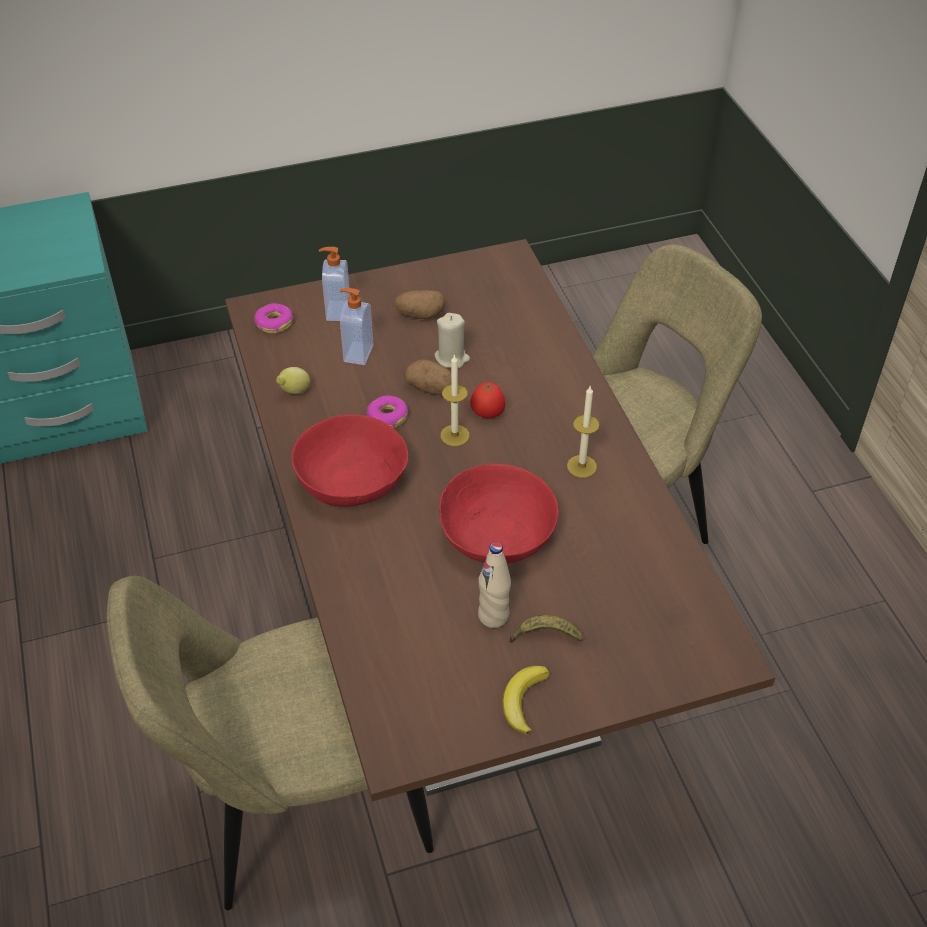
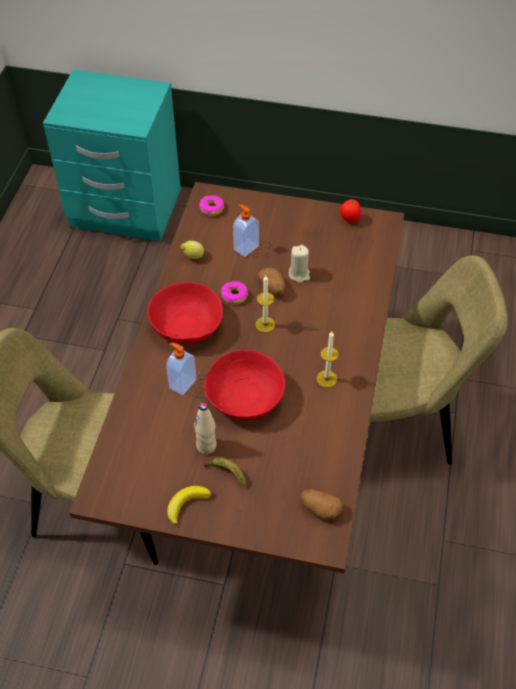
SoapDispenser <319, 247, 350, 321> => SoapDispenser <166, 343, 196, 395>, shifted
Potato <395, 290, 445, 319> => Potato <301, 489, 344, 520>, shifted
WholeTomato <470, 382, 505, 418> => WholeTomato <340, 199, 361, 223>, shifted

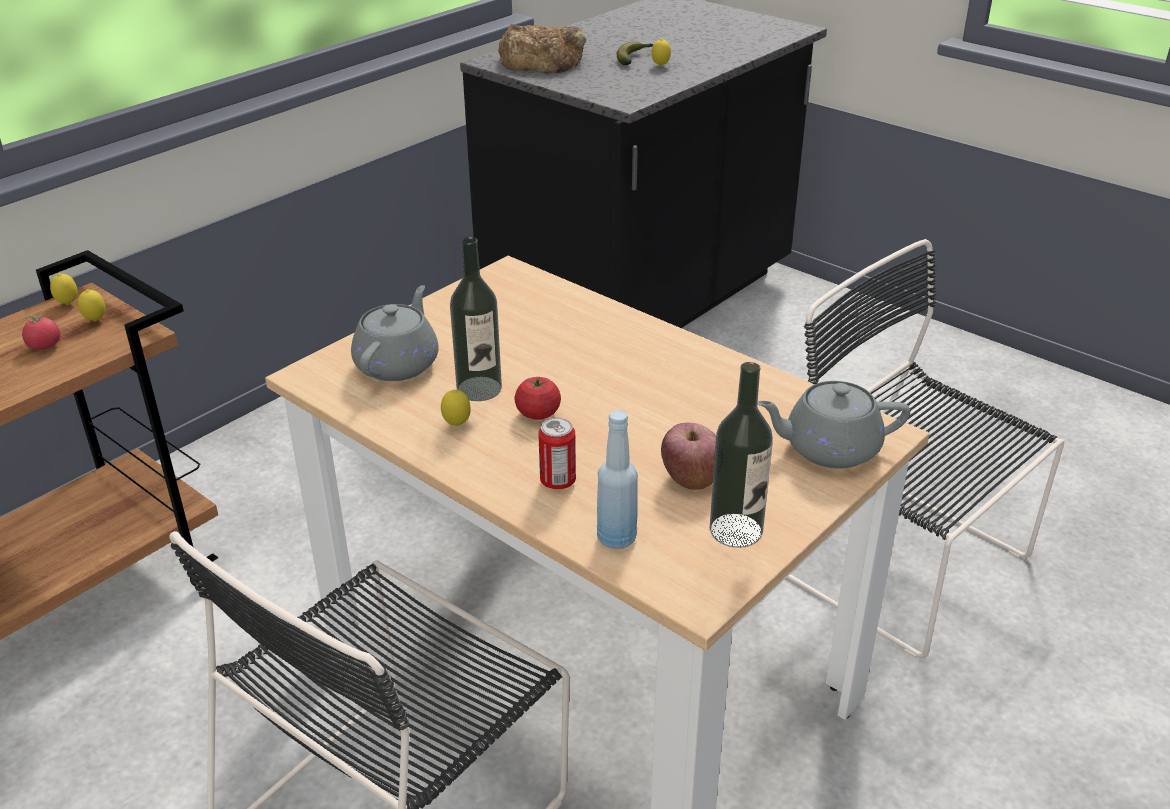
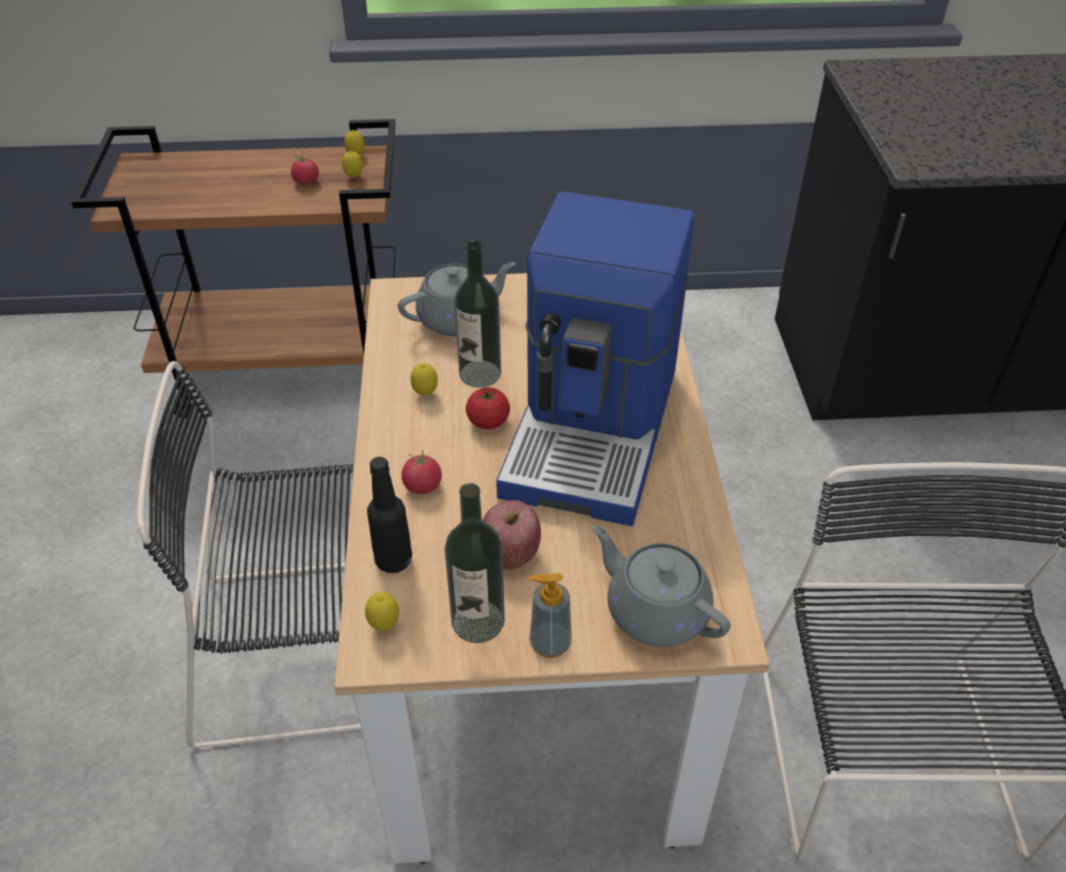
BakeryBread <498, 24, 586, 73> => nothing
Can <538, 418, 576, 489> => WholeTomato <401, 450, 442, 494>
BlueColouredBottle <597, 410, 638, 549> => BlackColouredBottle <367, 457, 412, 573>
WholeBanana <616, 42, 653, 65> => nothing
CitrusFruit <652, 39, 671, 66> => CitrusFruit <365, 592, 399, 631>, shifted
nothing => CoffeeBrewer <496, 191, 695, 526>
nothing => SoapDispenser <529, 573, 572, 658>

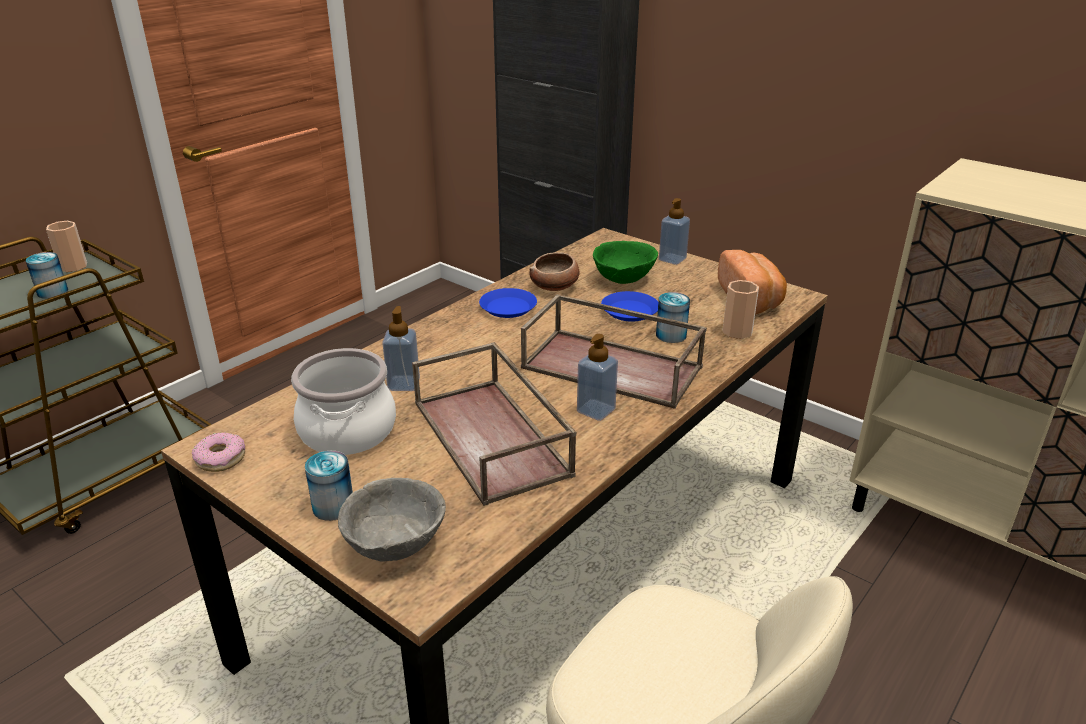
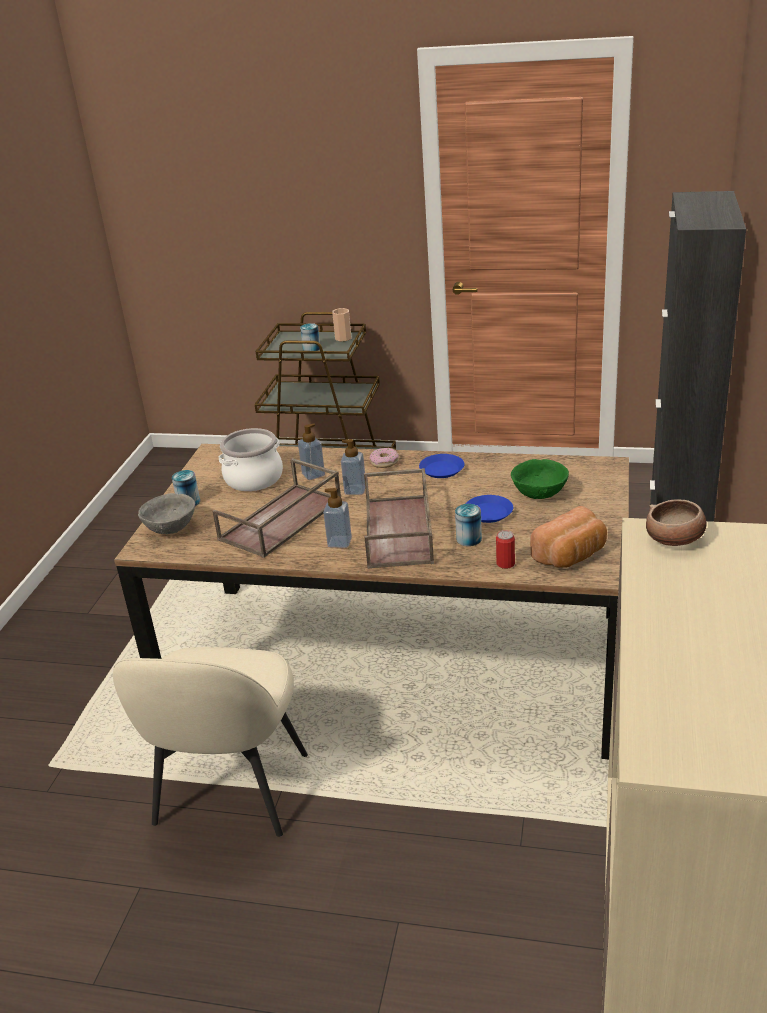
Donut <192, 432, 245, 472> => Donut <369, 448, 399, 468>, shifted
DeepDish <529, 252, 580, 291> => DeepDish <646, 499, 707, 546>, shifted
SoapDispenser <659, 198, 690, 265> => SoapDispenser <341, 439, 365, 495>, shifted
SmallCup <722, 280, 759, 339> => Can <496, 530, 515, 569>

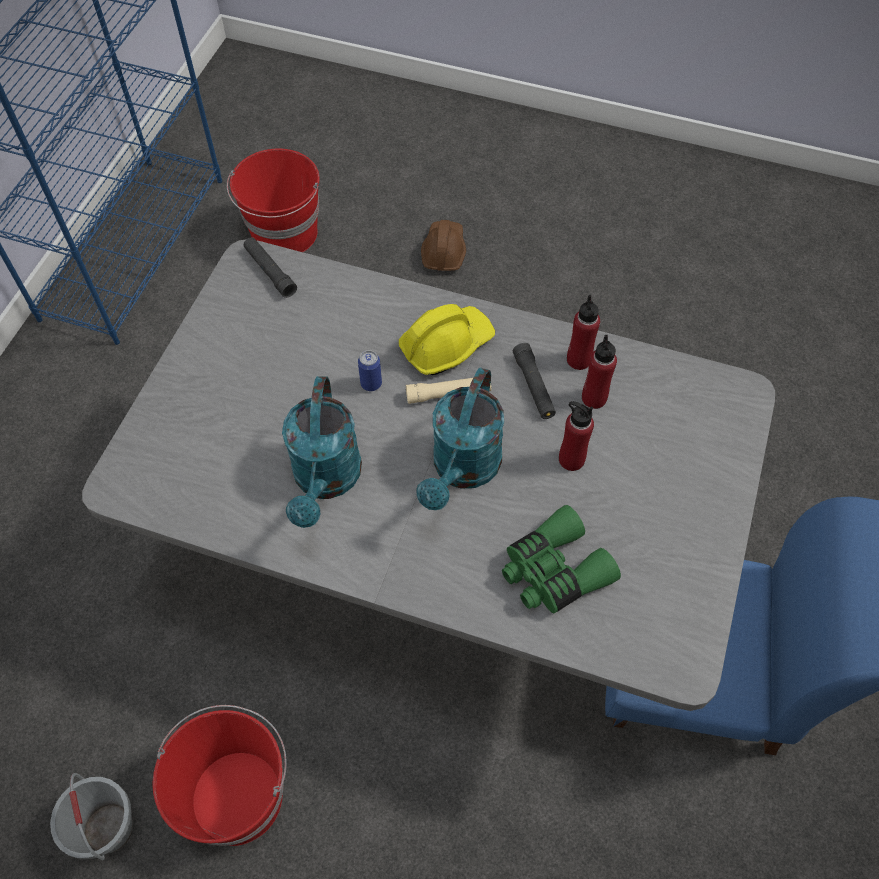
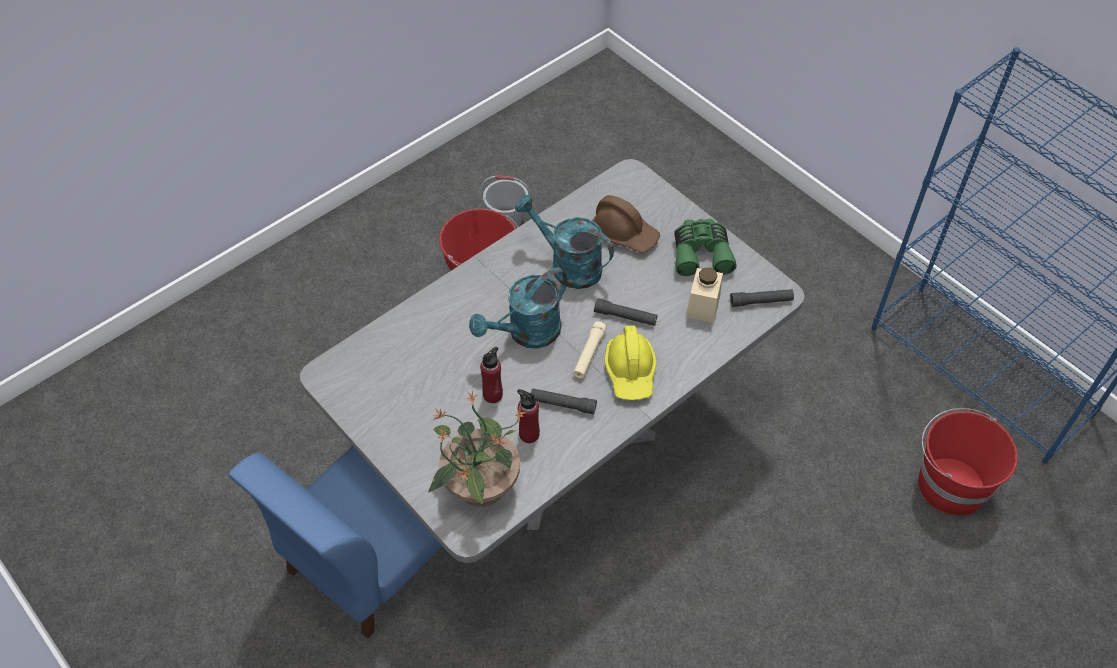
Can <358, 350, 382, 391> => BlackColouredFlashlight <594, 298, 657, 326>
BlueGreenWateringPot <416, 367, 504, 510> => BlueGreenWateringPot <469, 267, 568, 349>, 90 degrees counterclockwise
BrownishWorkHelmet <421, 220, 466, 271> => BrownishWorkHelmet <592, 195, 660, 253>, shifted
GreenBinoculars <502, 505, 621, 614> => GreenBinoculars <674, 219, 737, 276>, shifted
RedBottle <567, 295, 600, 370> => nothing
nothing => PlantInAPot <428, 391, 526, 507>
nothing => SandColouredStorageJar <686, 267, 723, 323>

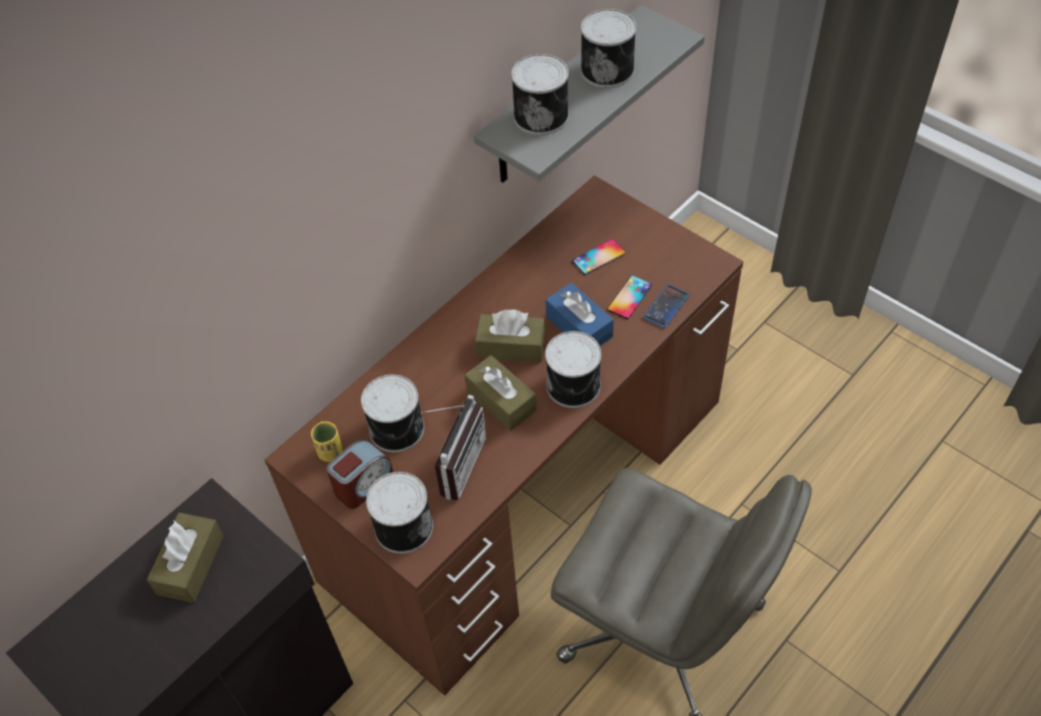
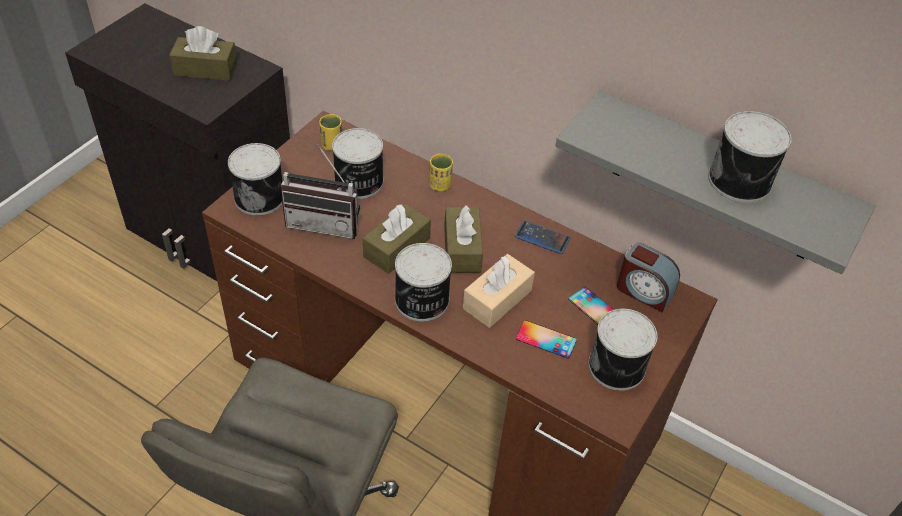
BedsideClock <326, 440, 393, 509> => BedsideClock <617, 242, 680, 312>, shifted
Can <511, 54, 569, 135> => Can <588, 309, 658, 391>, shifted
BlueColouredTissueHolder <546, 283, 614, 346> => SandColouredTissueHolder <463, 254, 535, 328>
Handset <643, 284, 690, 328> => Handset <515, 220, 571, 254>, shifted
nothing => YellowishSmallCup <429, 154, 453, 191>

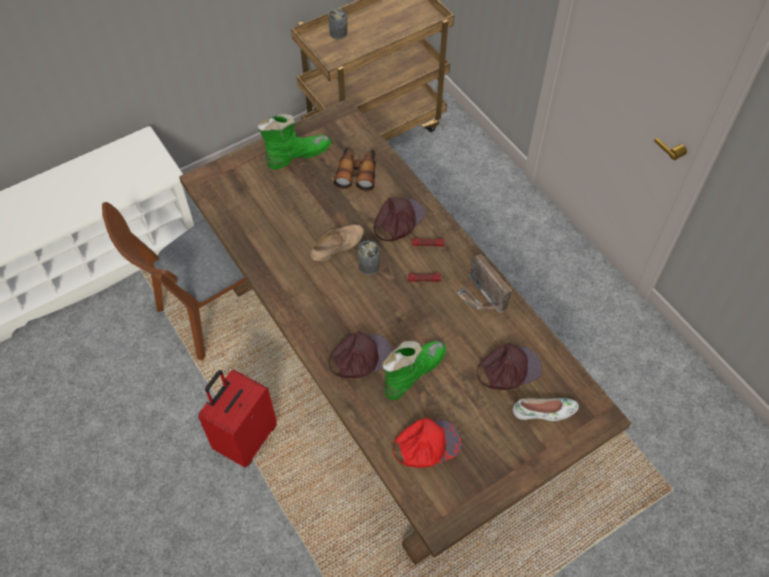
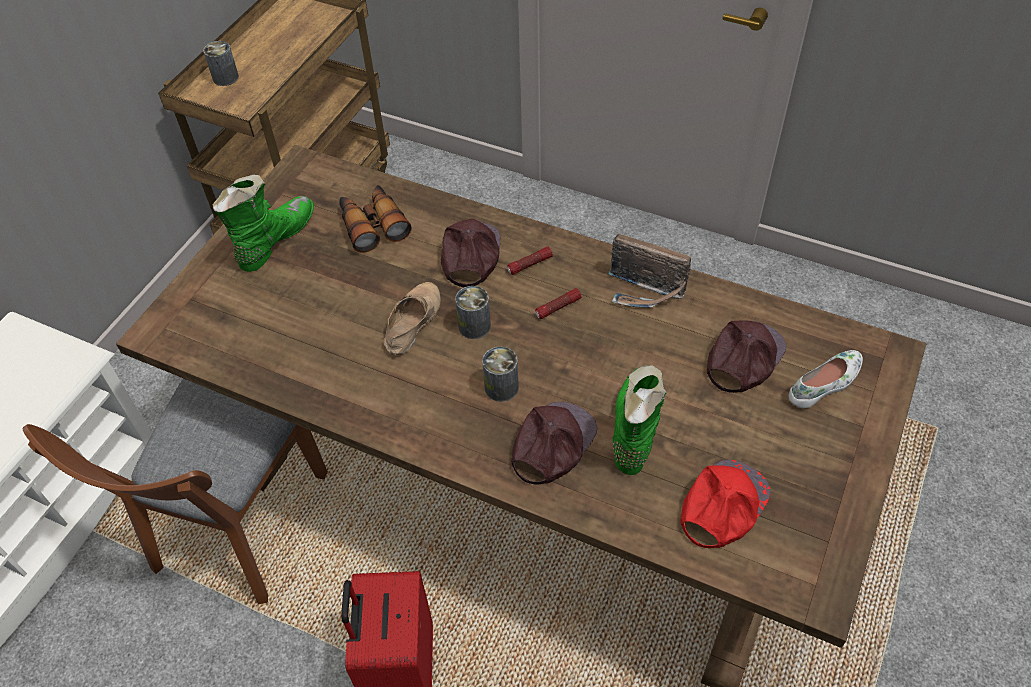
nothing => Can <482, 347, 519, 402>

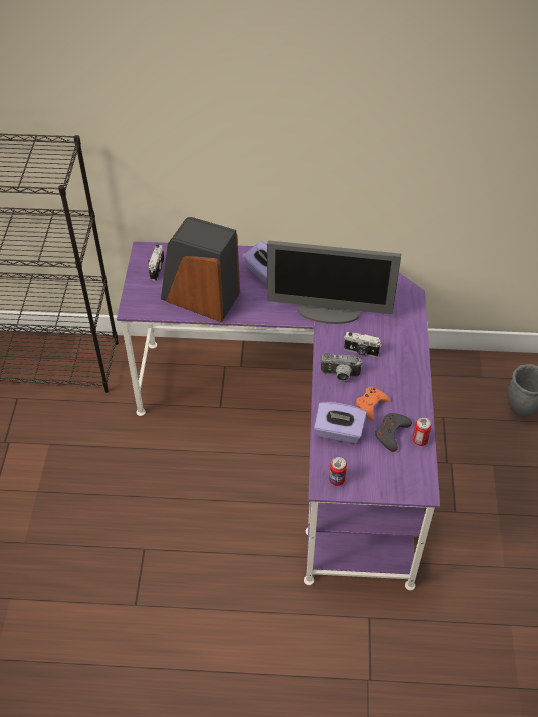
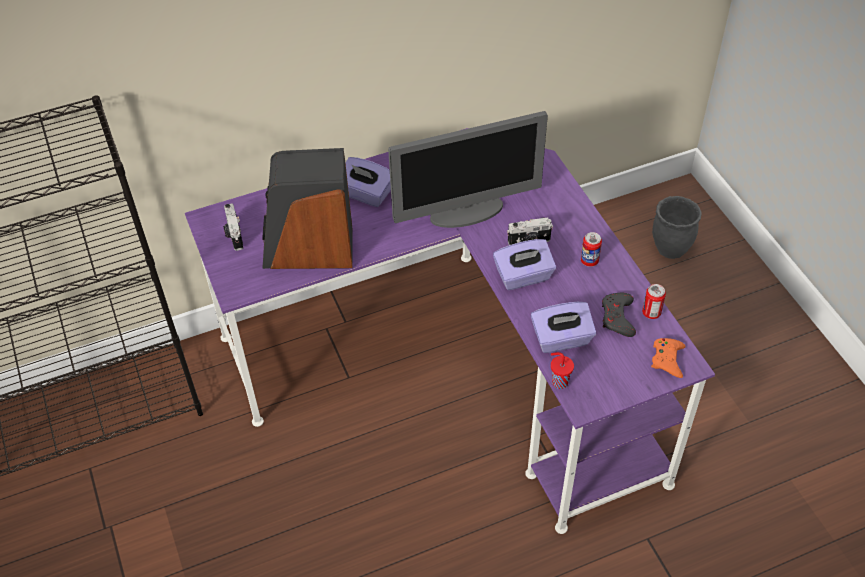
PhotoCamera <321, 353, 362, 381> => PurpleColouredTissueHolder <493, 239, 556, 290>
Can <329, 457, 347, 486> => Can <581, 232, 602, 267>, shifted
OrangeyGameController <356, 387, 391, 420> => OrangeyGameController <651, 338, 686, 378>, shifted
nothing => RedSmallCup <551, 352, 574, 389>

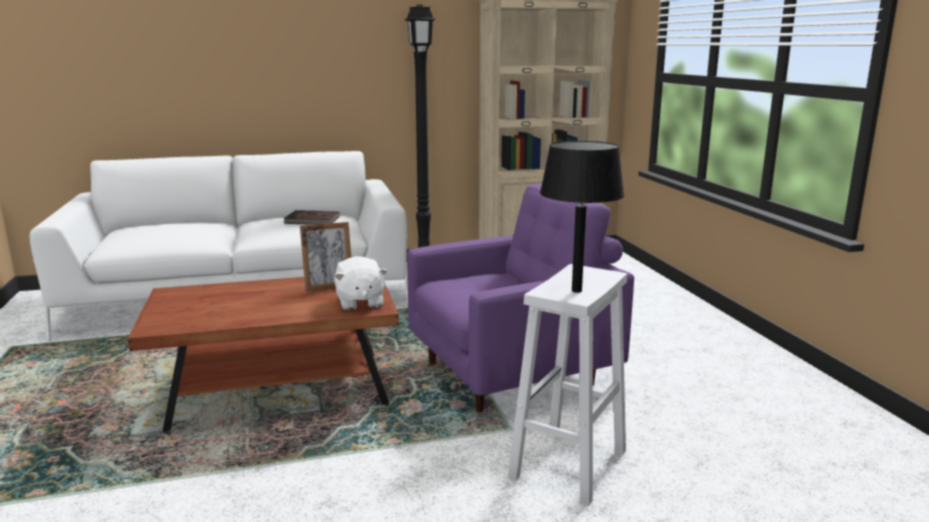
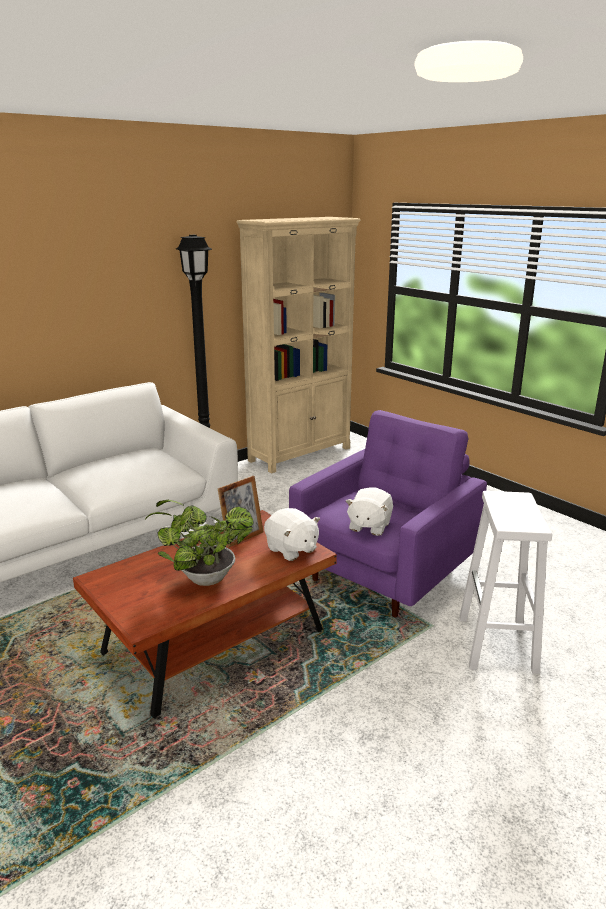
BrownishBook <284, 210, 340, 225> => nothing
BlackColouredTabletopLamp <540, 141, 624, 293> => nothing
nothing => PlantInAPot <144, 500, 254, 586>
nothing => WhiteColouredCuddlyToy <345, 487, 393, 536>

